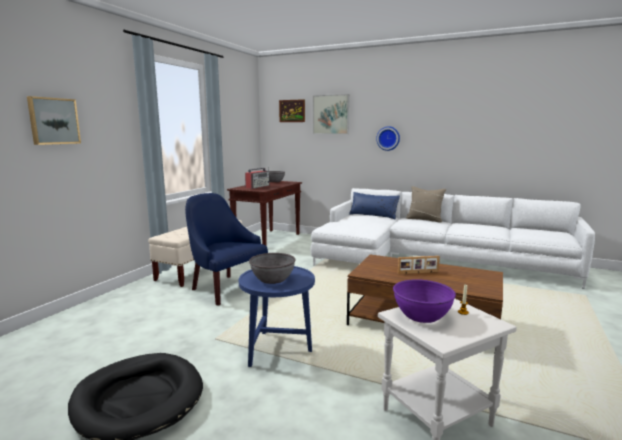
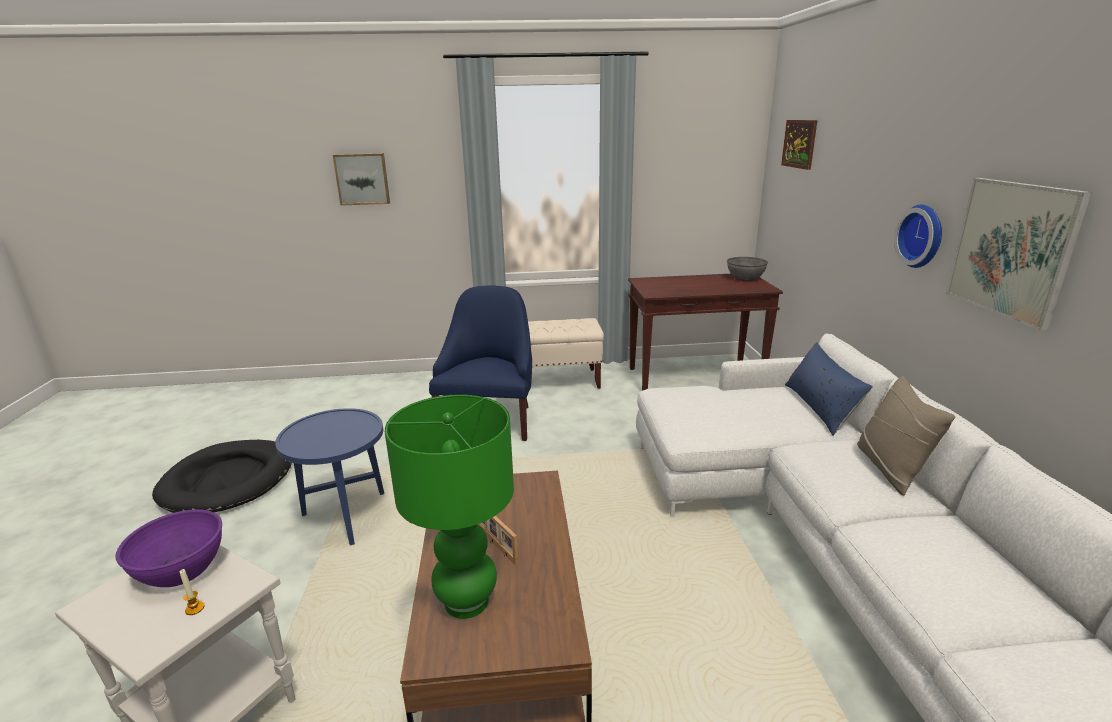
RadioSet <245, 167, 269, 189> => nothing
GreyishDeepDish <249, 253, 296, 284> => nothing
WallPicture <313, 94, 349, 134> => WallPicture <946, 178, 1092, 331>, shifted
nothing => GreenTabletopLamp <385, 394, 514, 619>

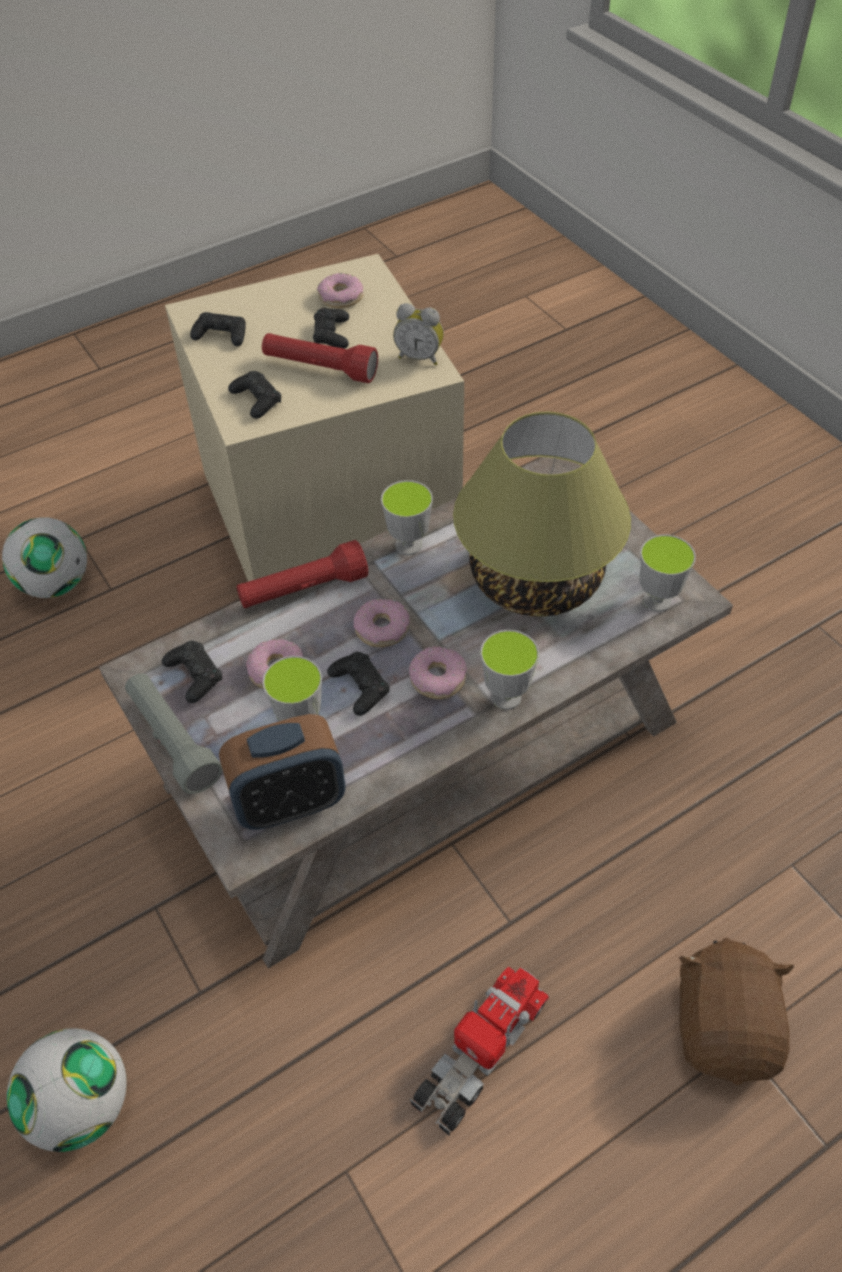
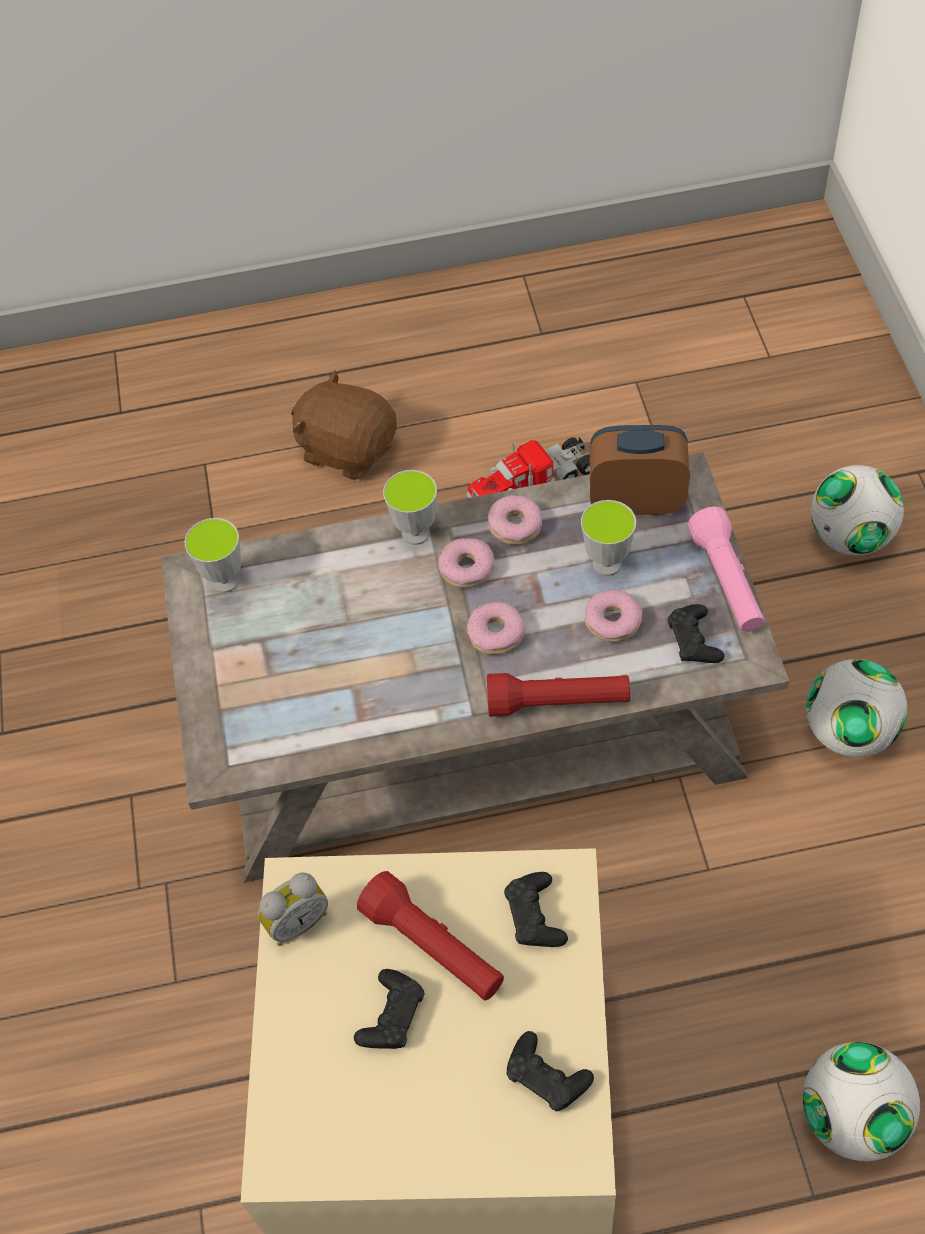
GreyishFlashlight <125, 673, 222, 794> => PinkColouredFlashlight <687, 507, 764, 632>
Donut <317, 273, 363, 308> => Donut <488, 495, 542, 545>, shifted
BlackColouredGameController <327, 652, 390, 716> => nothing
SmallCup <381, 480, 433, 555> => nothing
BedsideClock <393, 303, 444, 365> => BedsideClock <258, 873, 328, 946>, 105 degrees clockwise
TabletopLamp <453, 412, 631, 616> => nothing
BrownishCuddlyToy <679, 937, 794, 1085> => BrownishCuddlyToy <291, 370, 397, 480>, 90 degrees clockwise
nothing => Football <806, 659, 907, 757>

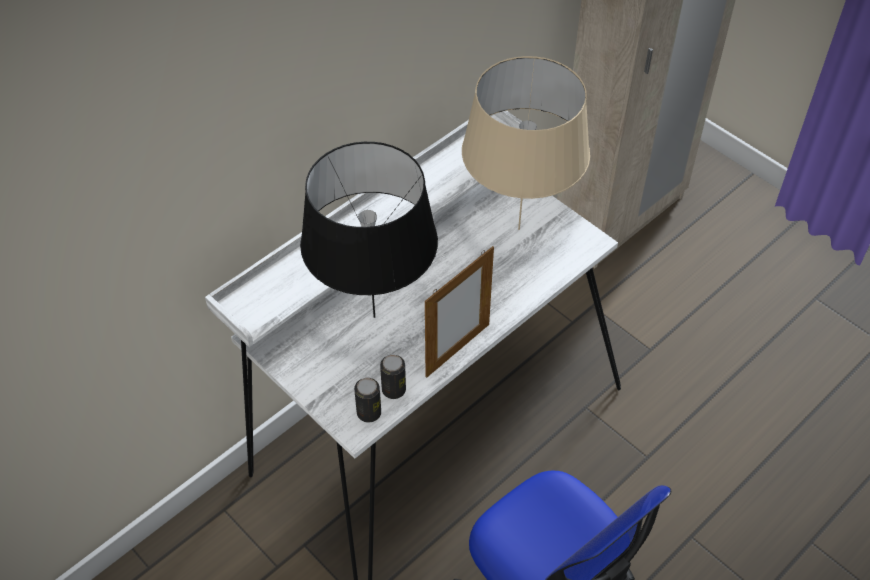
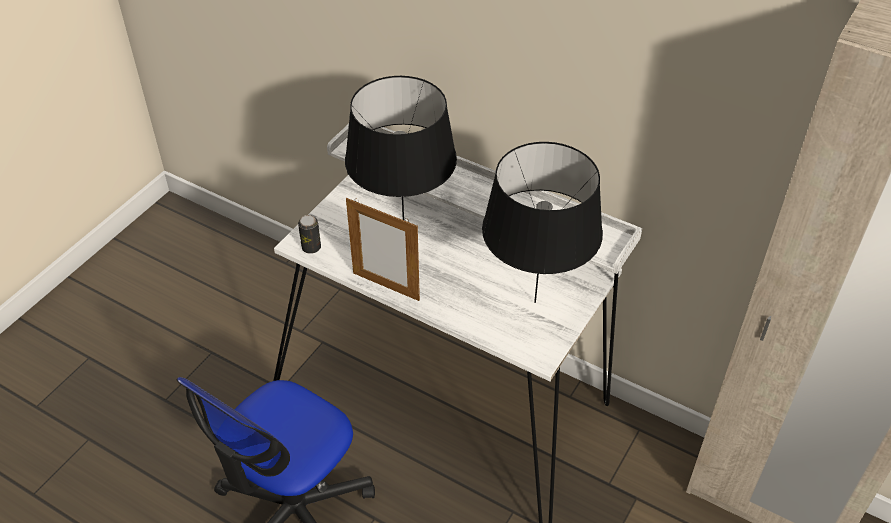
Can <380, 355, 406, 399> => nothing
SandColouredTabletopLamp <462, 56, 590, 230> => BlackColouredTabletopLamp <482, 142, 603, 303>

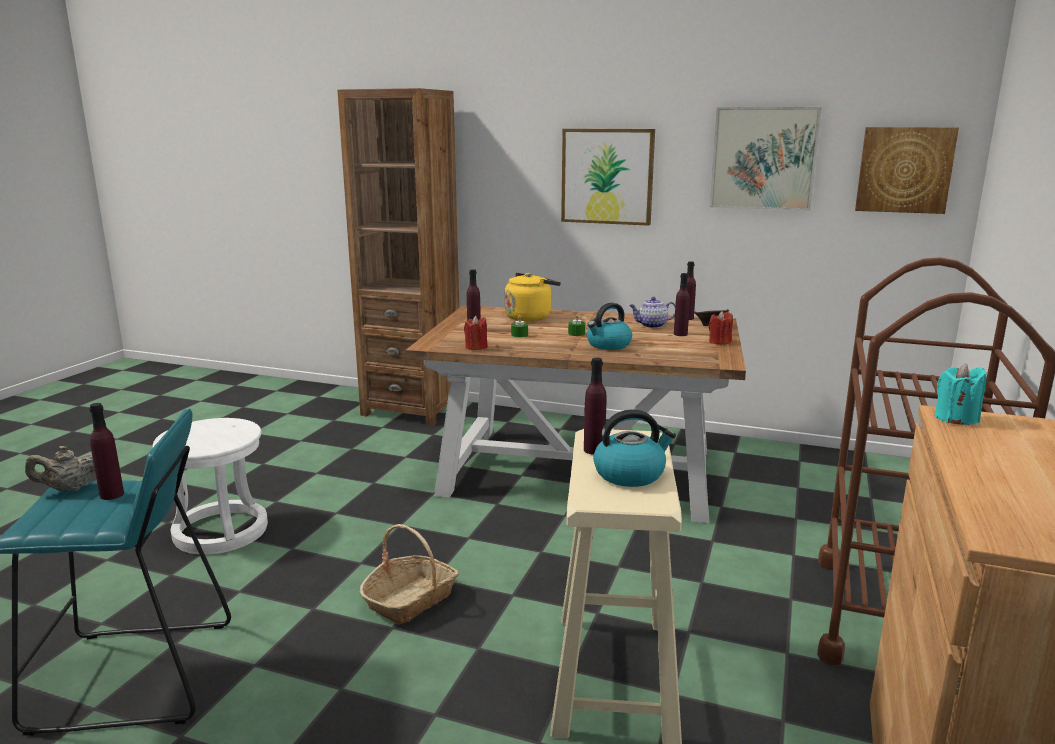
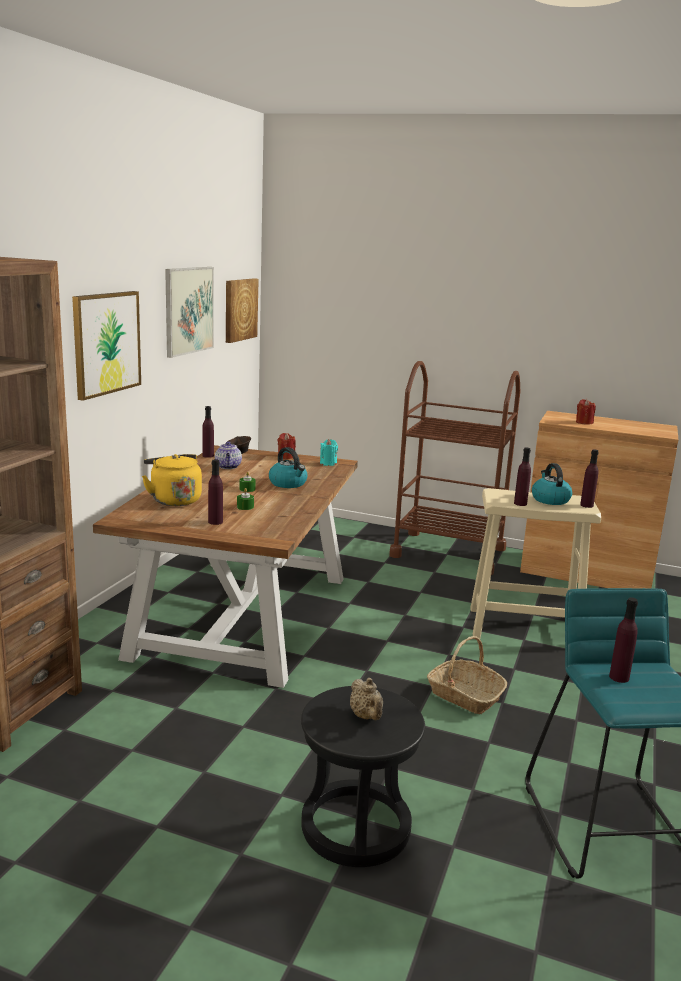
SandColouredTeaPot <25, 446, 95, 492> => SandColouredTeaPot <350, 678, 383, 721>, shifted
WhiteColouredStool <153, 418, 268, 555> => BlackColouredStool <301, 686, 425, 867>
RedWaxCandle <464, 316, 488, 350> => RedWaxCandle <576, 399, 596, 424>, shifted
PurpleColouredBottle <674, 273, 690, 336> => PurpleColouredBottle <580, 450, 599, 508>, shifted
BlueGreenWaxCandle <935, 363, 986, 425> => BlueGreenWaxCandle <320, 439, 338, 466>, shifted

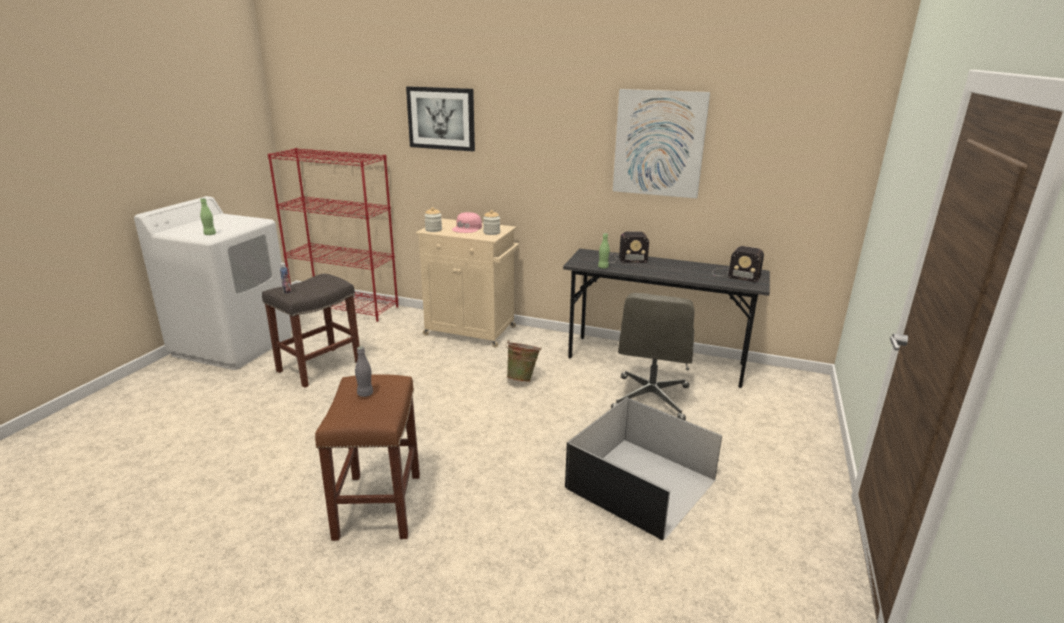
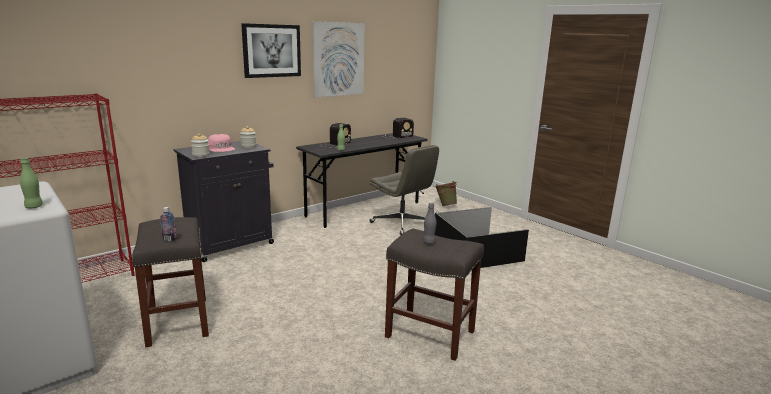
BrownishStool <315, 374, 420, 541> => GreyishStool <385, 229, 484, 361>
WallPicture <406, 86, 475, 151> => WallPicture <241, 23, 301, 78>, shifted
SandColouredStorageCabinet <416, 219, 519, 347> => BlackColouredStorageCabinet <173, 141, 274, 262>
GreenPail <505, 340, 542, 382> => GreenPail <435, 181, 458, 206>, shifted

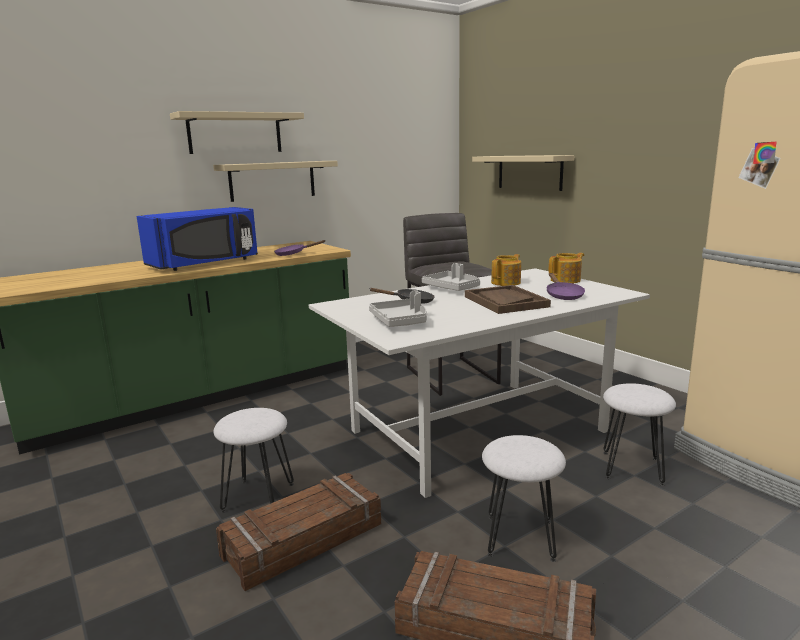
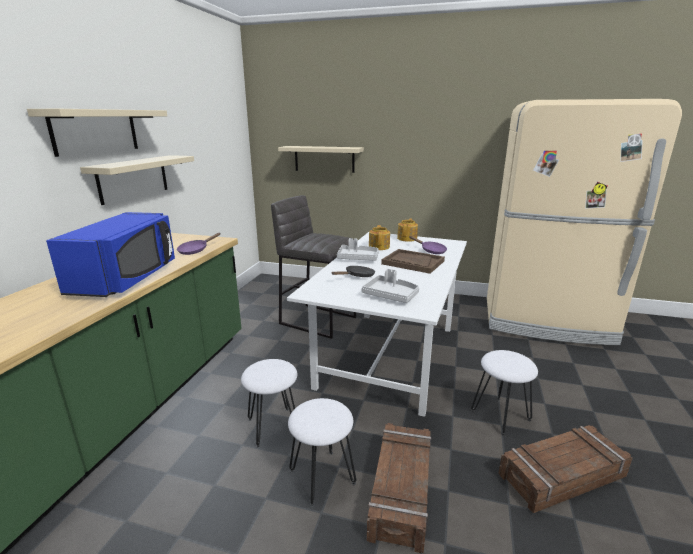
WhiteColouredStool <603, 383, 676, 486> => WhiteColouredStool <241, 359, 298, 447>, shifted

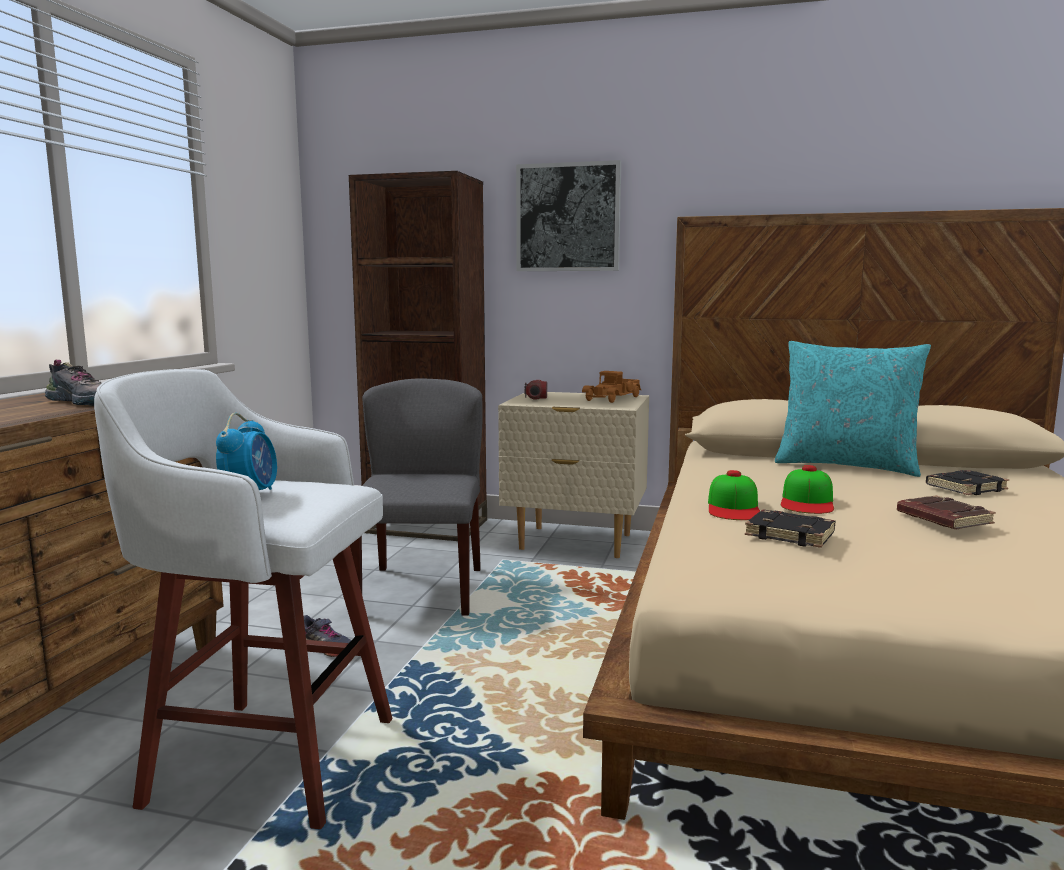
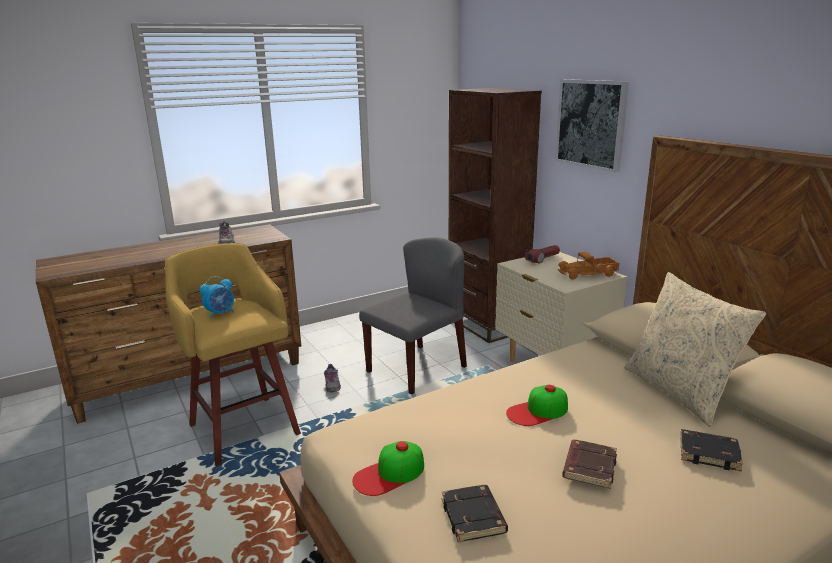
WhiteColouredStool <94, 369, 392, 829> => YellowishStool <165, 243, 301, 466>
Cap <708, 470, 760, 520> => Cap <352, 441, 424, 496>, shifted
BlackColouredBook <745, 509, 835, 548> => BlackColouredBook <442, 485, 508, 542>, shifted
BlueGreenThrowPillow <775, 341, 931, 477> => SandColouredThrowPillow <625, 272, 766, 427>

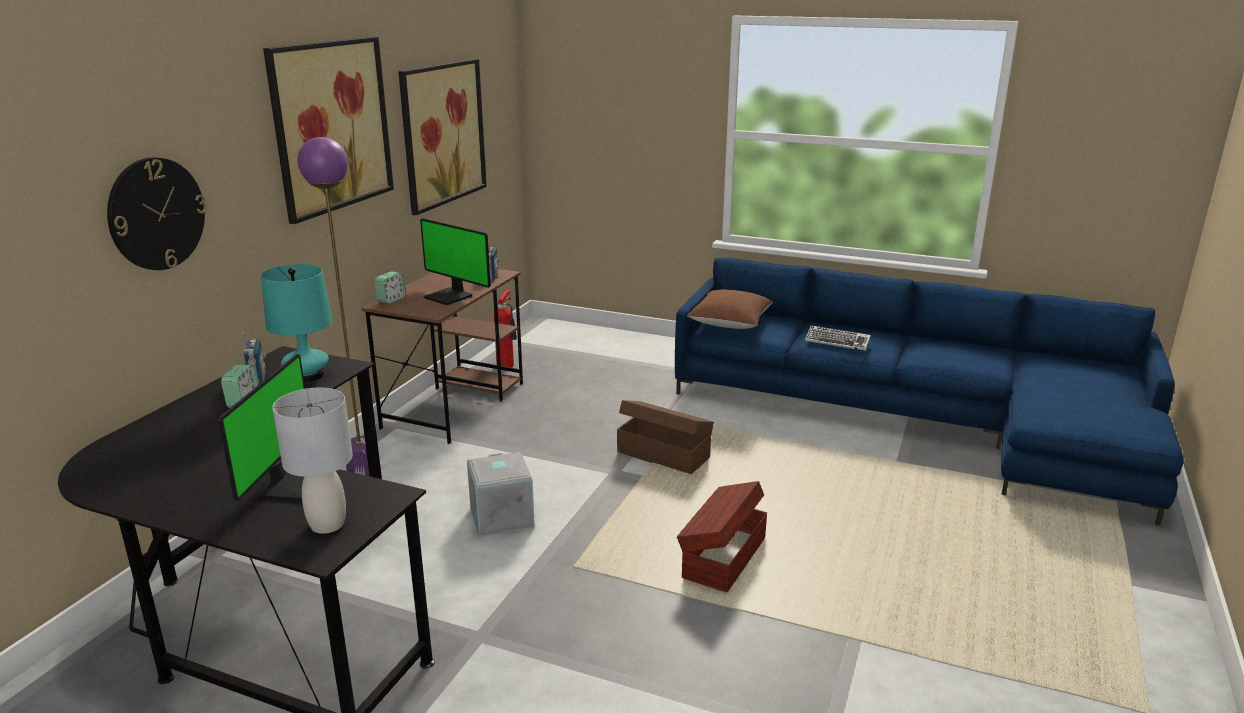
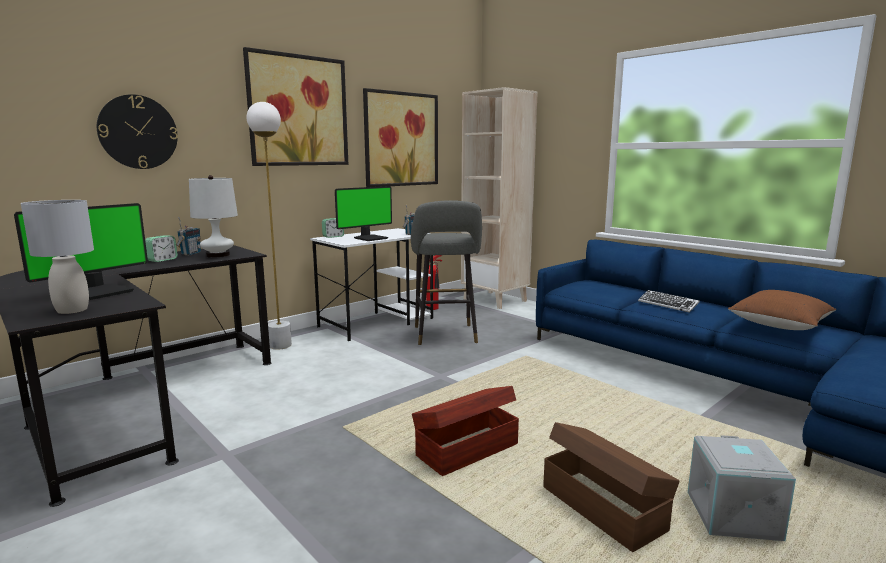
BlueGreenTabletopLamp <261, 264, 333, 383> => WhiteColouredTabletopLamp <189, 175, 238, 258>
PurpleColouredFloorLamp <297, 137, 370, 476> => WhiteColouredFloorLamp <247, 102, 292, 350>
BrownishDeskTable <362, 269, 523, 444> => WhiteColouredDeskTable <310, 228, 433, 341>
Monitor <420, 218, 491, 305> => Monitor <335, 186, 392, 241>, 105 degrees counterclockwise
GreyishStorageContainer <467, 452, 535, 537> => GreyishStorageContainer <688, 435, 796, 541>, shifted
BrownishStorageContainer <617, 400, 714, 474> => BrownishStorageContainer <543, 422, 680, 552>, shifted
BrownishThrowPillow <687, 289, 773, 329> => BrownishThrowPillow <728, 290, 836, 330>, shifted
nothing => GreyishStool <411, 200, 482, 345>
nothing => SandColouredBookcase <461, 87, 538, 309>

